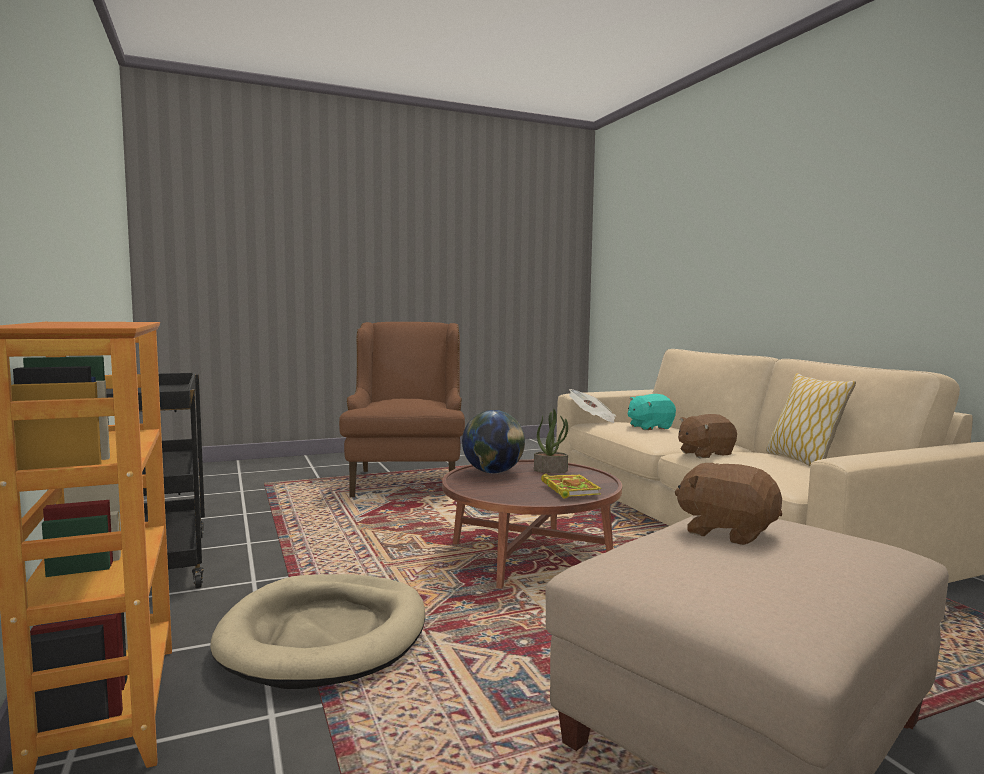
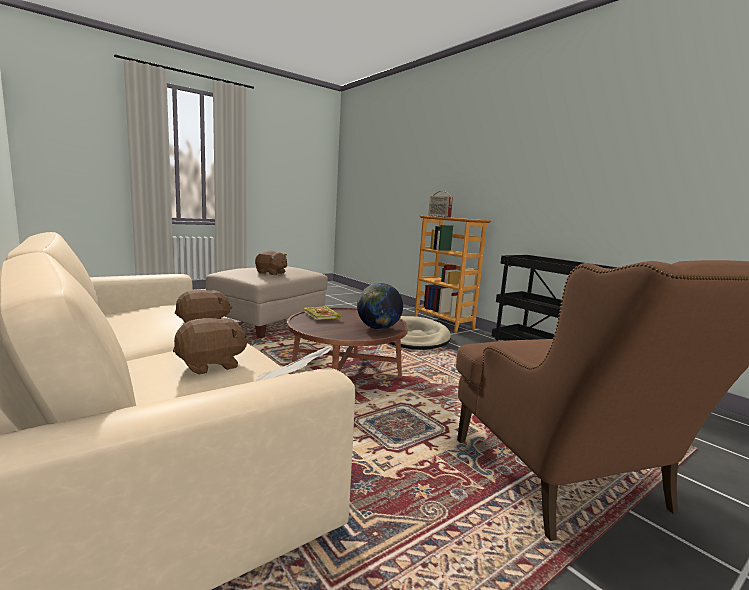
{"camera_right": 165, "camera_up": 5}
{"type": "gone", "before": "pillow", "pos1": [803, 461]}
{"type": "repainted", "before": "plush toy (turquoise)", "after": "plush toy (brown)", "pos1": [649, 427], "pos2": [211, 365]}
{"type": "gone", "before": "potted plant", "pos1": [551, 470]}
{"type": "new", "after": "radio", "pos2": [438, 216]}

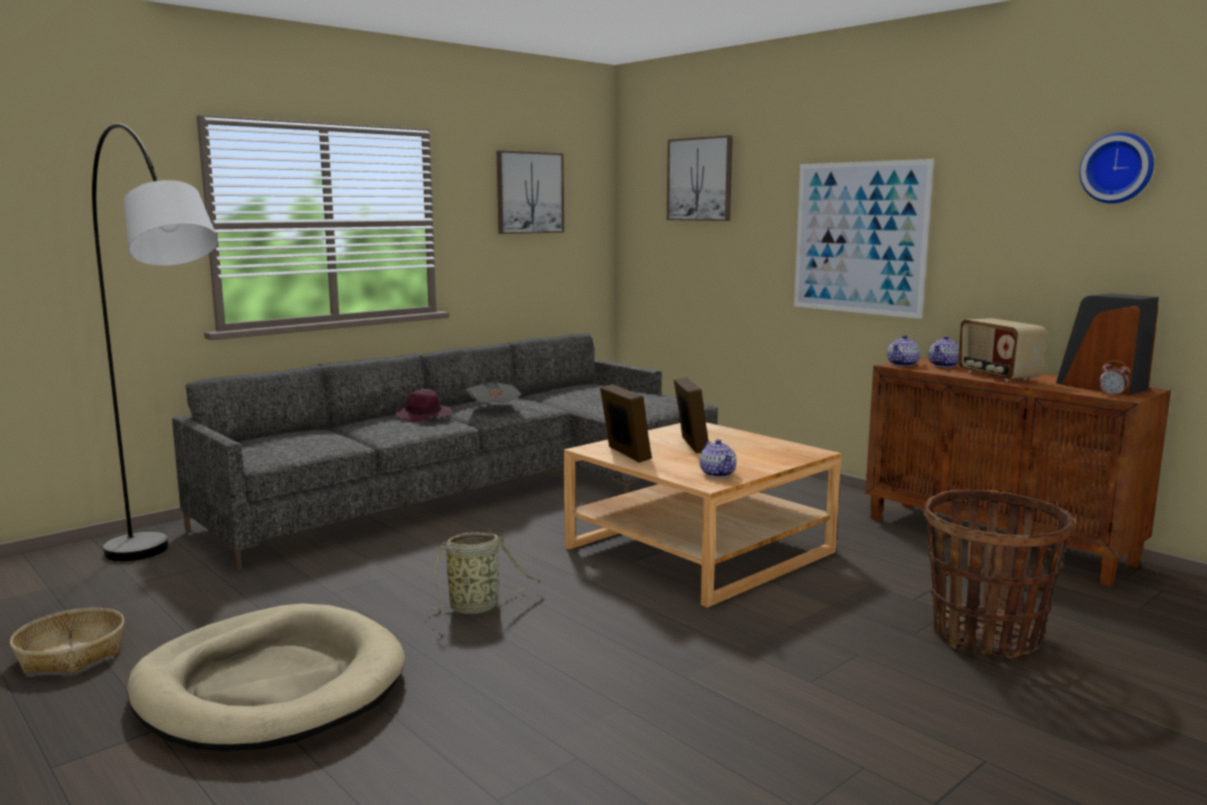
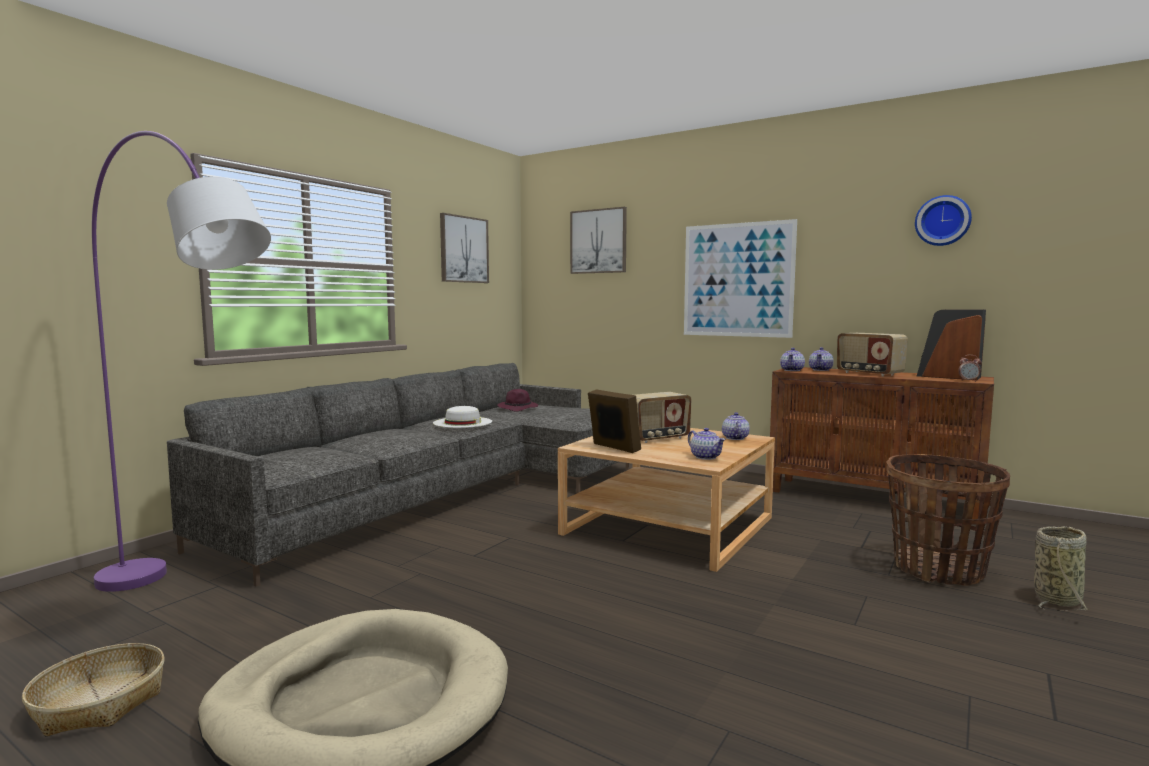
{"camera_right": -15, "camera_up": -5}
{"type": "repainted", "before": "floor lamp (grey)", "after": "floor lamp (purple)", "pos1": [173, 583], "pos2": [189, 607]}
{"type": "swapped", "before": "picture frame", "after": "radio", "pos1": [690, 445], "pos2": [656, 438]}
{"type": "swapped", "before": "newspaper", "after": "hat (white)", "pos1": [495, 408], "pos2": [462, 422]}
{"type": "shifted", "before": "hat (purple)", "pos1": [424, 416], "pos2": [518, 408]}
{"type": "shifted", "before": "basket", "pos1": [477, 607], "pos2": [1058, 599]}
{"type": "new", "after": "teapot", "pos2": [735, 438]}

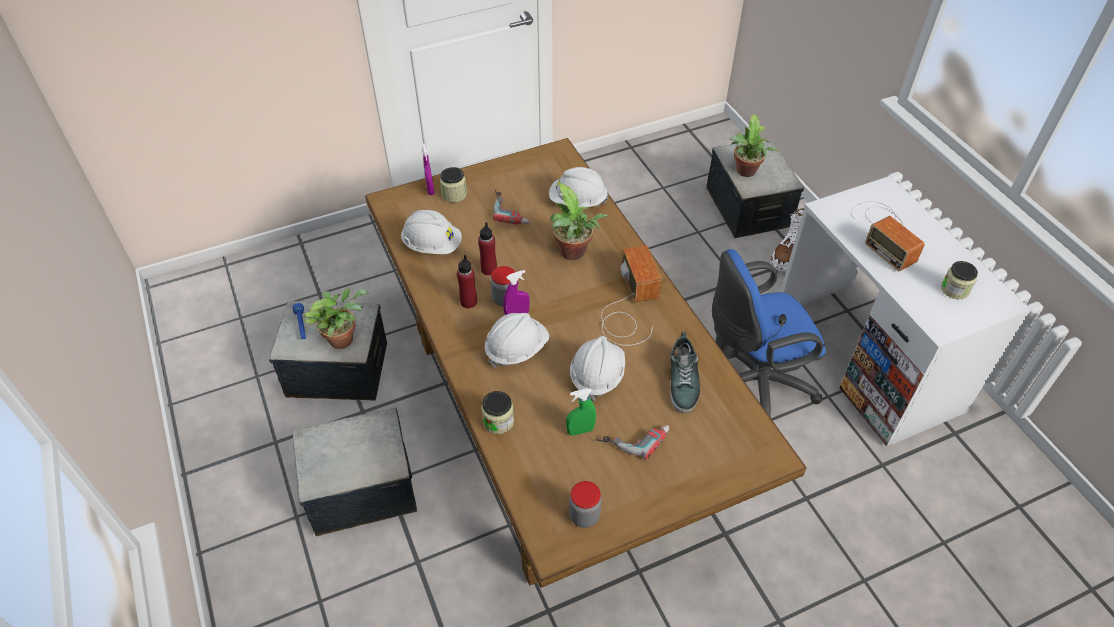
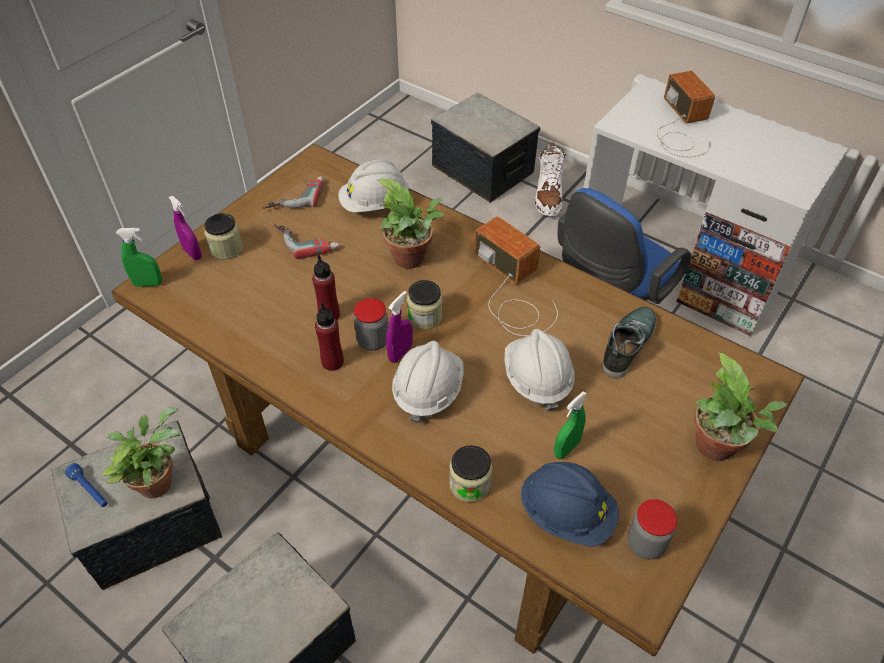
{"camera_right": -30, "camera_up": 0}
{"type": "shifted", "before": "potted plant", "pos1": [745, 172], "pos2": [717, 450]}
{"type": "rotated", "before": "radio", "pos1": [883, 232], "pos2": [681, 127], "turn": -135}
{"type": "gone", "before": "hard hat (white)", "pos1": [432, 245]}
{"type": "shifted", "before": "jar", "pos1": [954, 289], "pos2": [425, 317]}
{"type": "rotated", "before": "shoe", "pos1": [683, 382], "pos2": [627, 344], "turn": -120}
{"type": "shifted", "before": "power drill", "pos1": [633, 436], "pos2": [295, 196]}
{"type": "new", "after": "spray bottle (green)", "pos2": [148, 284]}
{"type": "new", "after": "hard hat (blue)", "pos2": [566, 514]}

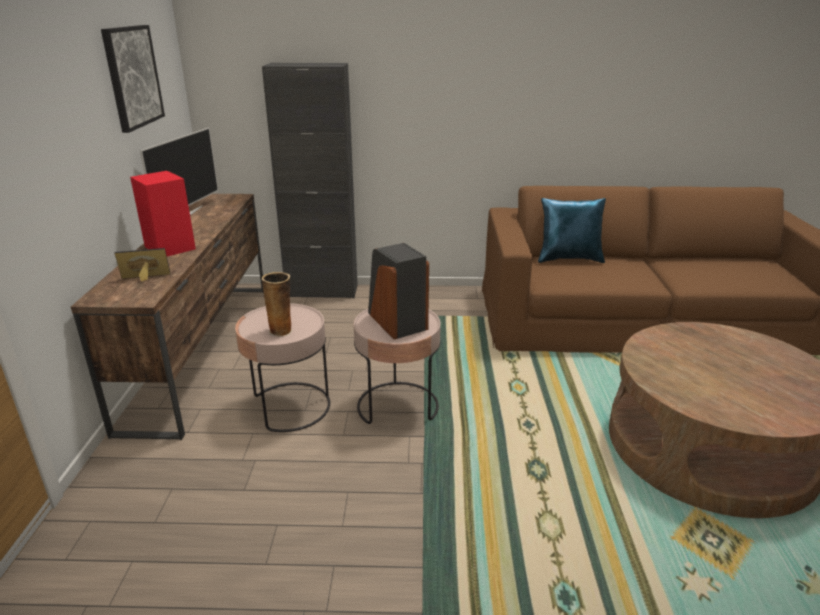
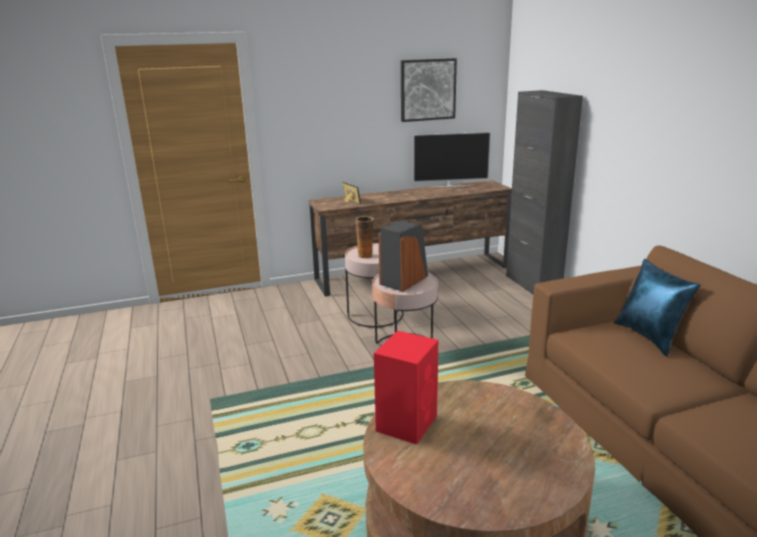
{"camera_right": 70, "camera_up": -5}
{"type": "shifted", "before": "speaker (red)", "pos1": [169, 247], "pos2": [407, 422]}

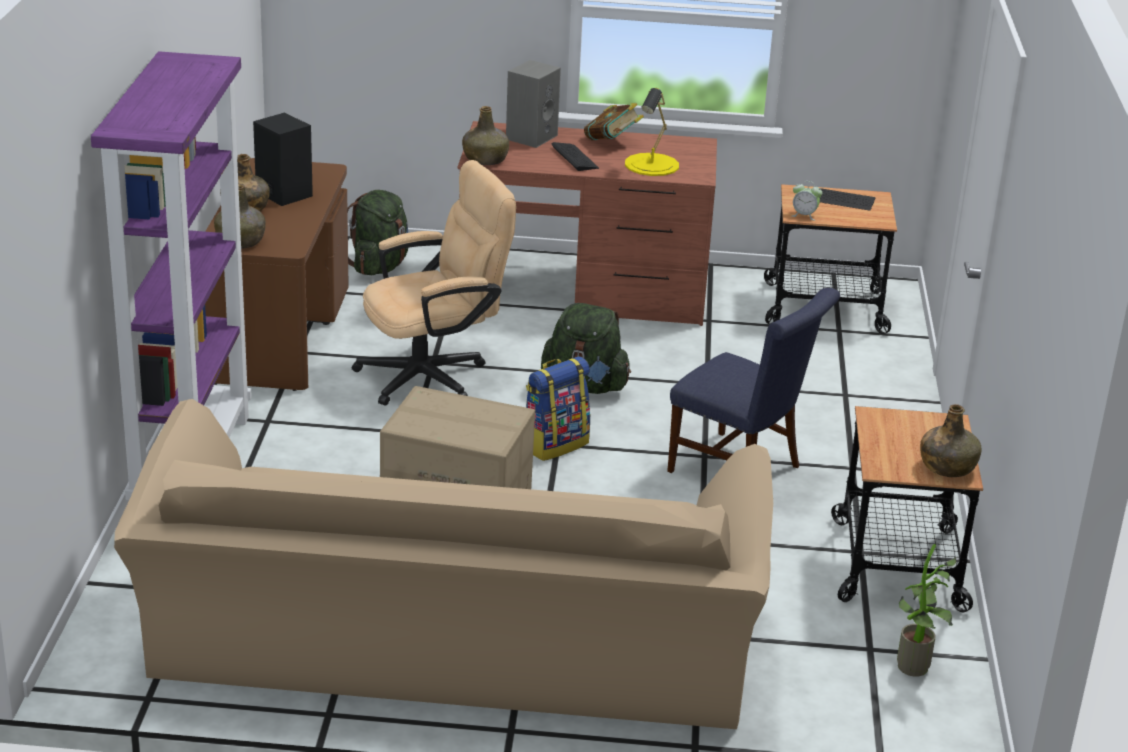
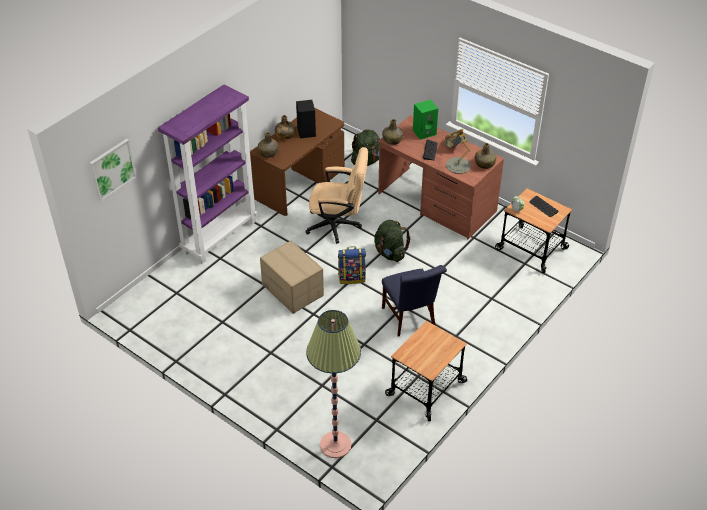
{"camera_right": 35, "camera_up": 15}
{"type": "repainted", "before": "speaker (grey)", "after": "speaker (green)", "pos1": [531, 136], "pos2": [424, 132]}
{"type": "repainted", "before": "table lamp (yellow)", "after": "table lamp (grey)", "pos1": [652, 165], "pos2": [458, 165]}
{"type": "gone", "before": "sofa (beige)", "pos1": [451, 649]}
{"type": "shifted", "before": "bottle (green)", "pos1": [947, 467], "pos2": [484, 164]}
{"type": "gone", "before": "potted plant", "pos1": [916, 669]}
{"type": "new", "after": "picture", "pos2": [112, 169]}
{"type": "new", "after": "floor lamp", "pos2": [335, 445]}

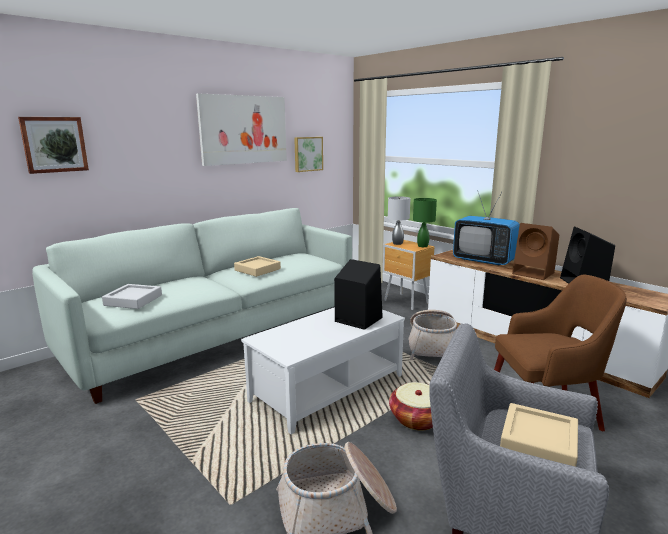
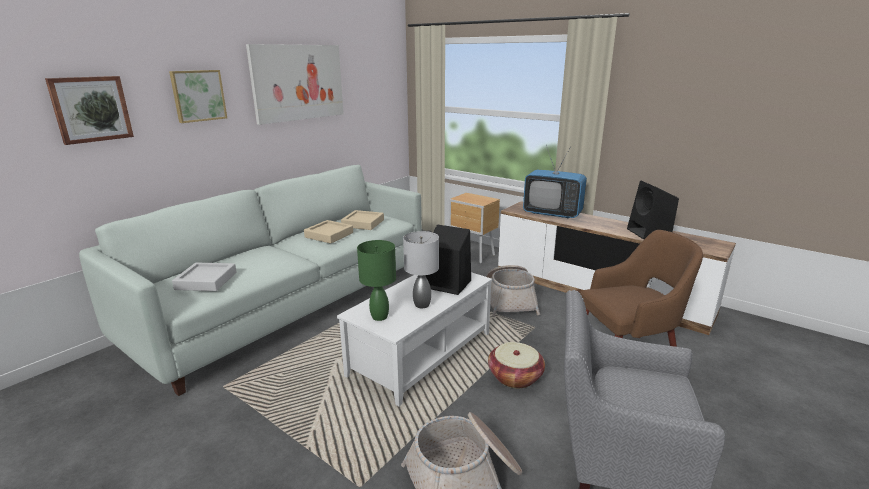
{"camera_right": -10, "camera_up": 5}
{"type": "shifted", "before": "picture", "pos1": [307, 154], "pos2": [198, 95]}
{"type": "shifted", "before": "table lamp (grey)", "pos1": [397, 243], "pos2": [422, 305]}
{"type": "shifted", "before": "table lamp (green)", "pos1": [422, 246], "pos2": [379, 317]}
{"type": "gone", "before": "speaker (brown)", "pos1": [534, 273]}
{"type": "shifted", "before": "tray (beige)", "pos1": [538, 441], "pos2": [363, 223]}

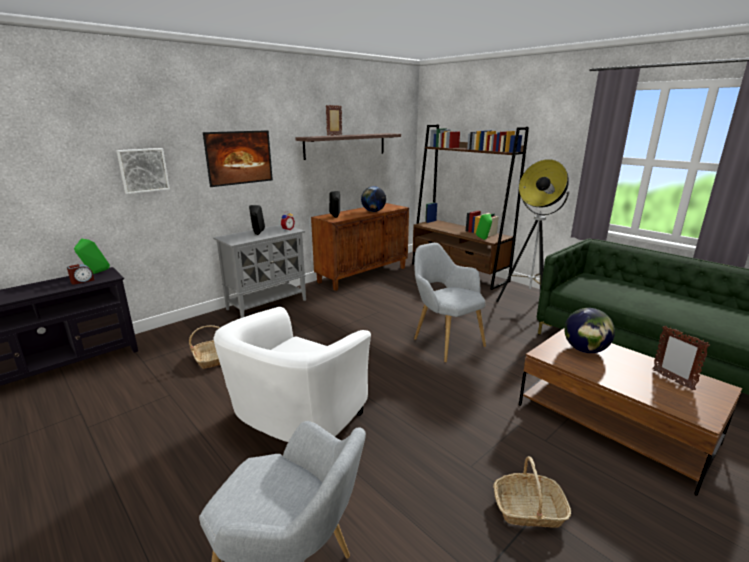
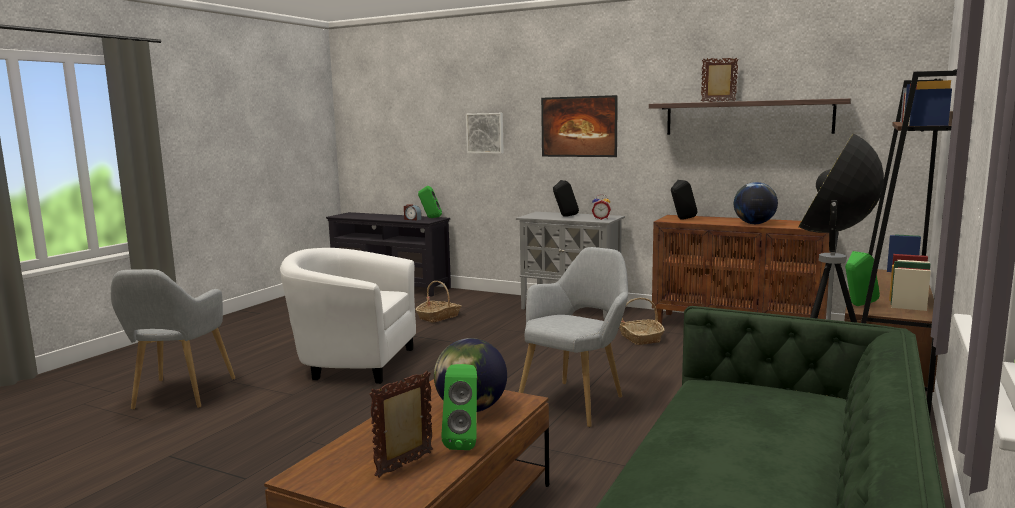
{"camera_right": 70, "camera_up": -10}
{"type": "shifted", "before": "basket", "pos1": [528, 510], "pos2": [640, 338]}
{"type": "new", "after": "speaker (green)", "pos2": [464, 442]}

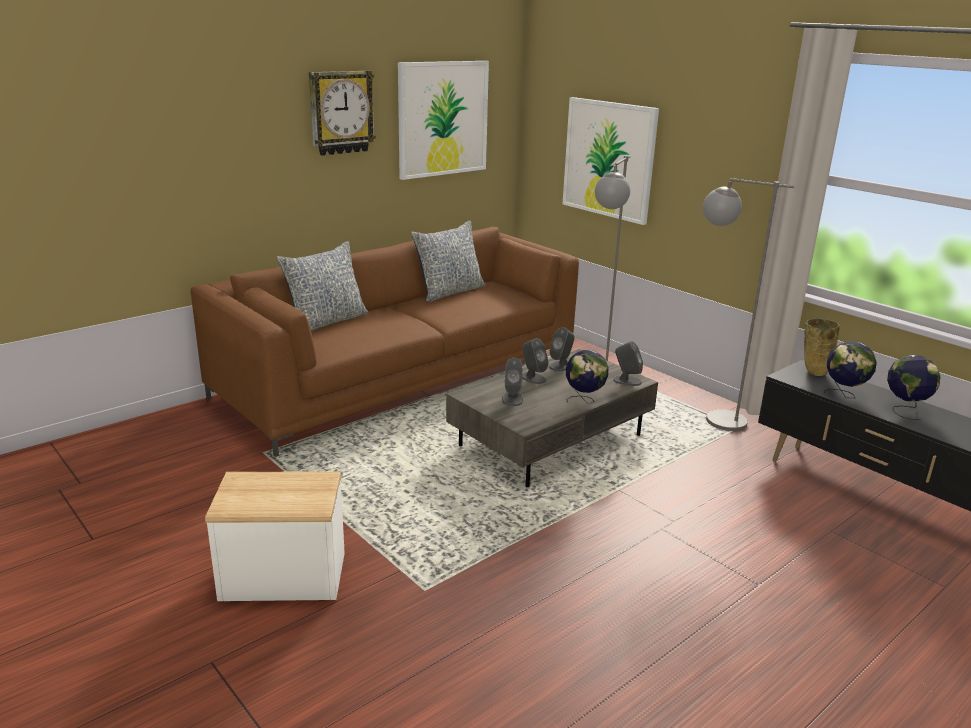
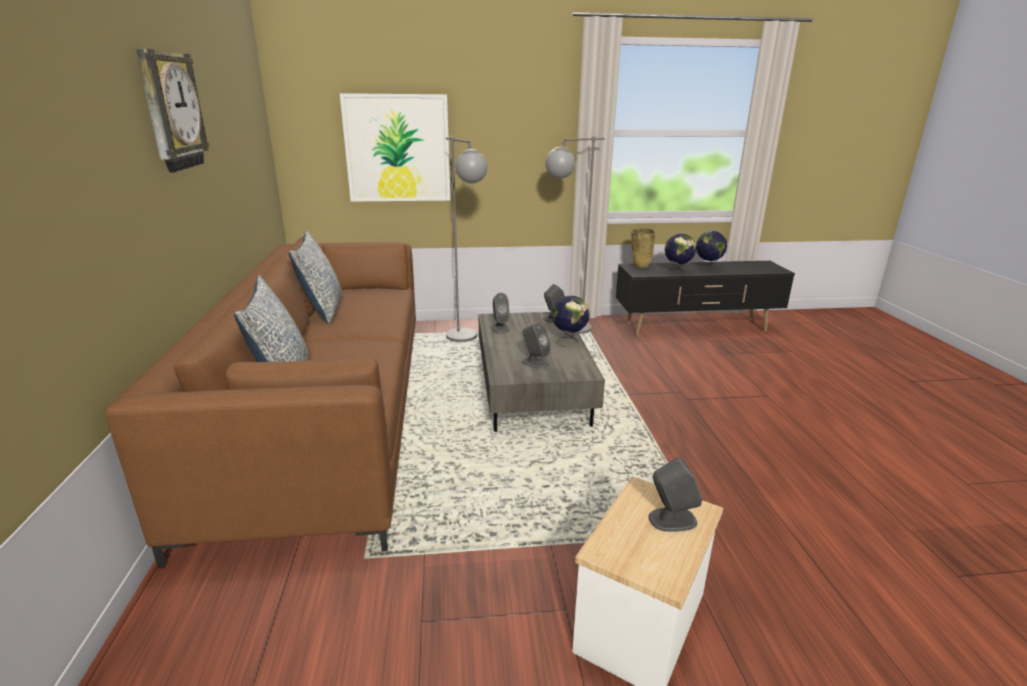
{"camera_right": -55, "camera_up": 0}
{"type": "gone", "before": "picture", "pos1": [443, 119]}
{"type": "shifted", "before": "speaker (grey)", "pos1": [533, 378], "pos2": [671, 520]}

